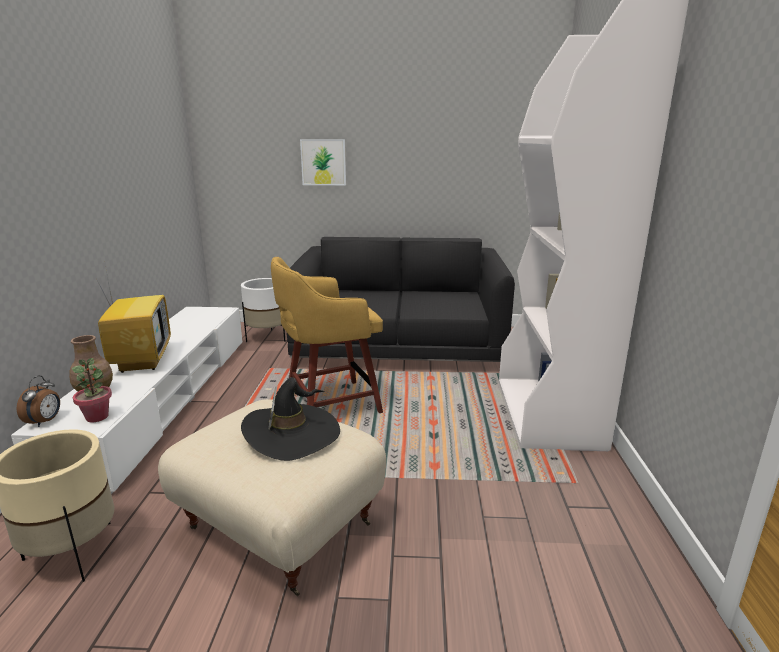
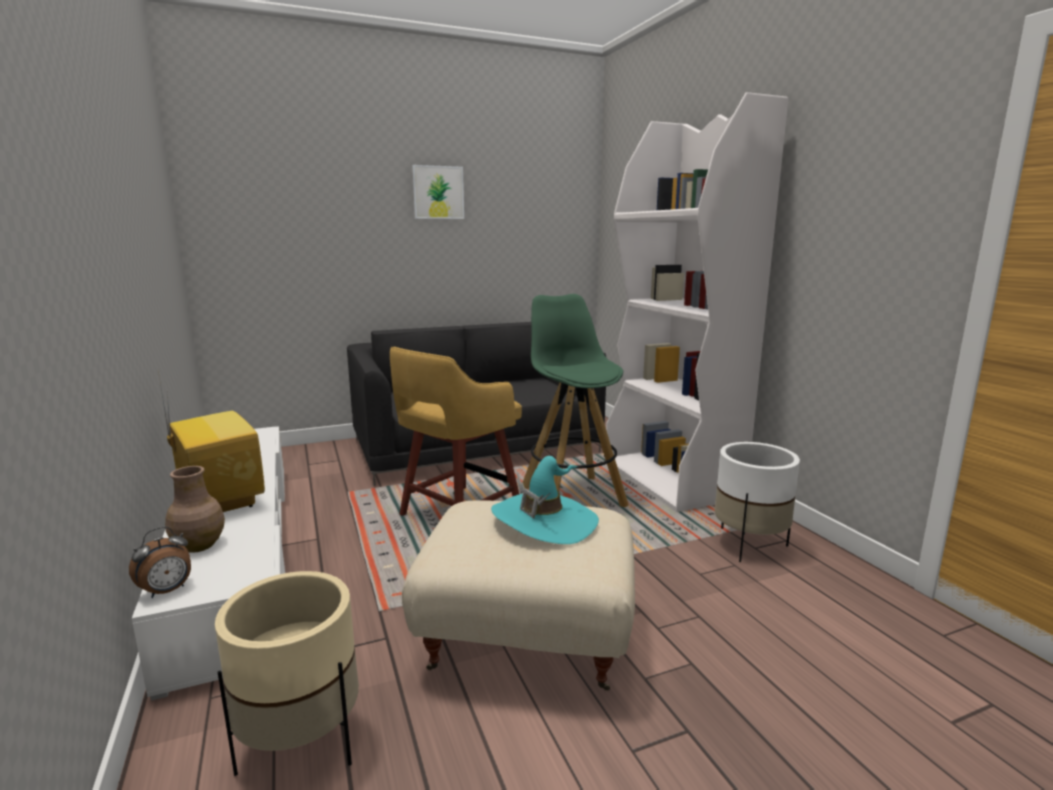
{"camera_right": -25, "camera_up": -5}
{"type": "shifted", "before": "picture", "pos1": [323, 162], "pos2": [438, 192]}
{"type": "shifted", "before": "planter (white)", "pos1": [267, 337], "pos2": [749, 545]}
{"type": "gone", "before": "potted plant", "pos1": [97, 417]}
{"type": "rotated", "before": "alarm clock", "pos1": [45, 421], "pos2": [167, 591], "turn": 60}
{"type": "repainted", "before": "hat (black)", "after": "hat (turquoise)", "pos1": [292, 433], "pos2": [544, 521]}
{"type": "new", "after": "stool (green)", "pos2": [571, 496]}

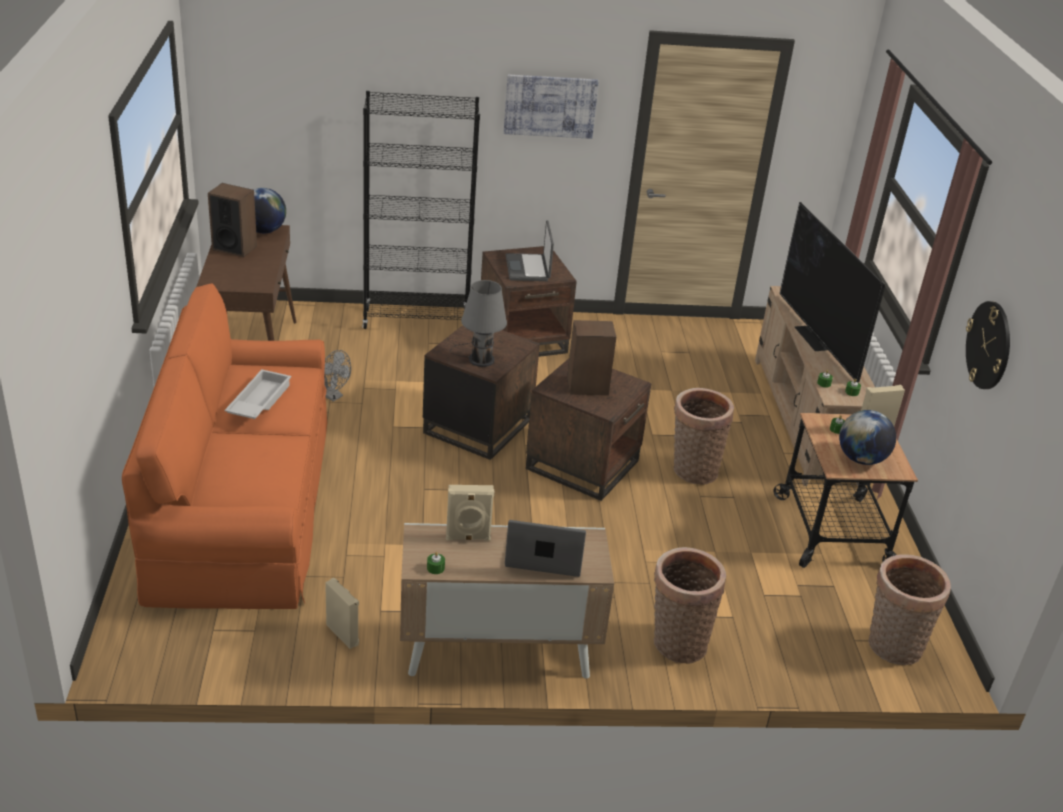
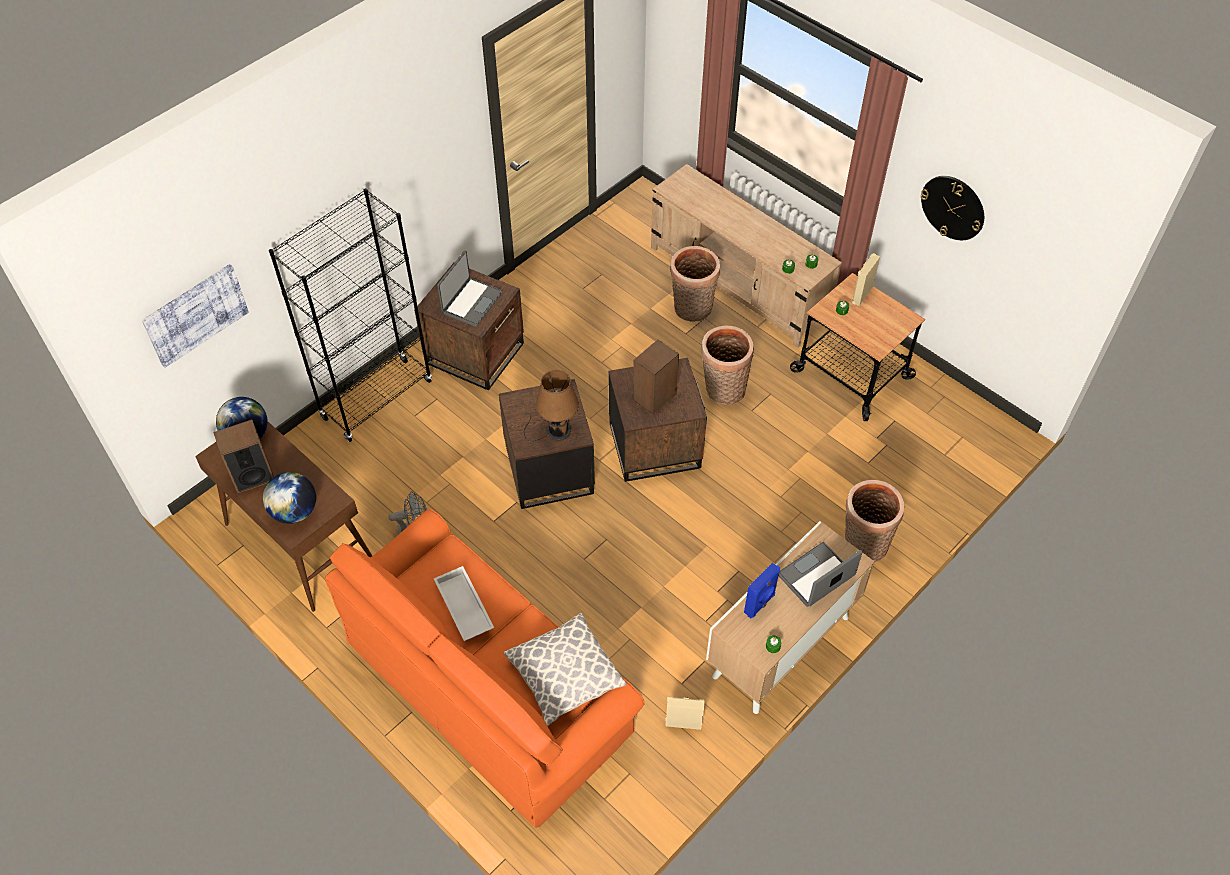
{"camera_right": -40, "camera_up": 20}
{"type": "shifted", "before": "picture", "pos1": [550, 106], "pos2": [195, 314]}
{"type": "gone", "before": "television", "pos1": [817, 338]}
{"type": "rotated", "before": "laptop", "pos1": [528, 268], "pos2": [471, 302], "turn": -105}
{"type": "repainted", "before": "table lamp (grey)", "after": "table lamp (brown)", "pos1": [479, 358], "pos2": [555, 430]}
{"type": "shifted", "before": "globe", "pos1": [861, 459], "pos2": [294, 511]}
{"type": "repainted", "before": "speaker (beige)", "after": "speaker (blue)", "pos1": [468, 538], "pos2": [760, 604]}
{"type": "shifted", "before": "basket", "pos1": [891, 647], "pos2": [692, 310]}
{"type": "new", "after": "pillow", "pos2": [565, 676]}

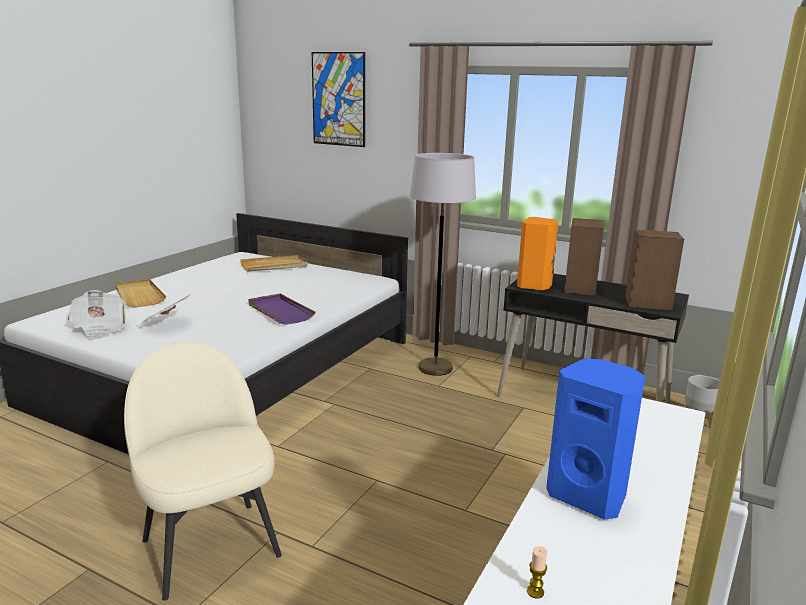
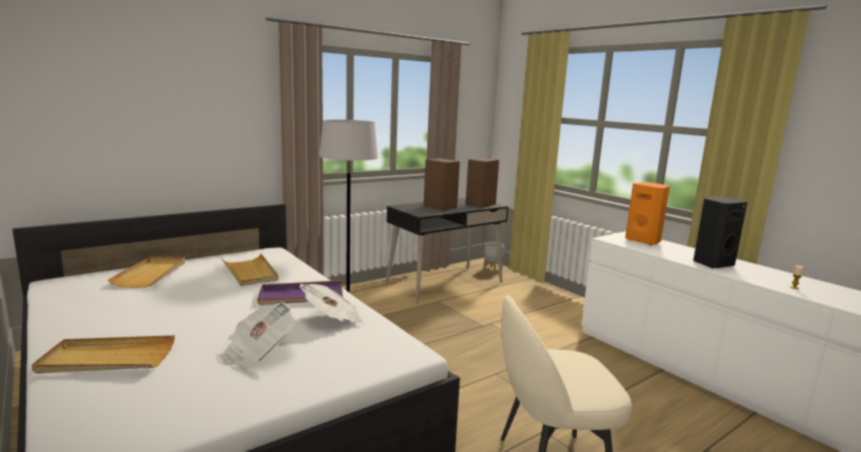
{"camera_right": -65, "camera_up": -5}
{"type": "gone", "before": "picture", "pos1": [338, 99]}
{"type": "shifted", "before": "speaker (orange)", "pos1": [534, 286], "pos2": [644, 241]}
{"type": "shifted", "before": "newspaper", "pos1": [100, 329], "pos2": [333, 319]}
{"type": "repainted", "before": "speaker (blue)", "after": "speaker (black)", "pos1": [588, 495], "pos2": [711, 263]}
{"type": "new", "after": "tray (beige)", "pos2": [250, 272]}

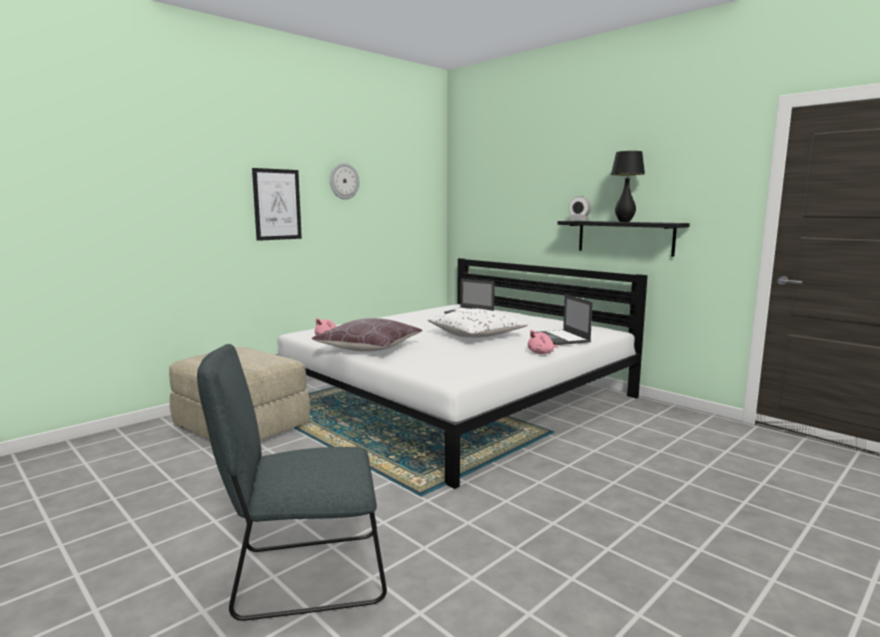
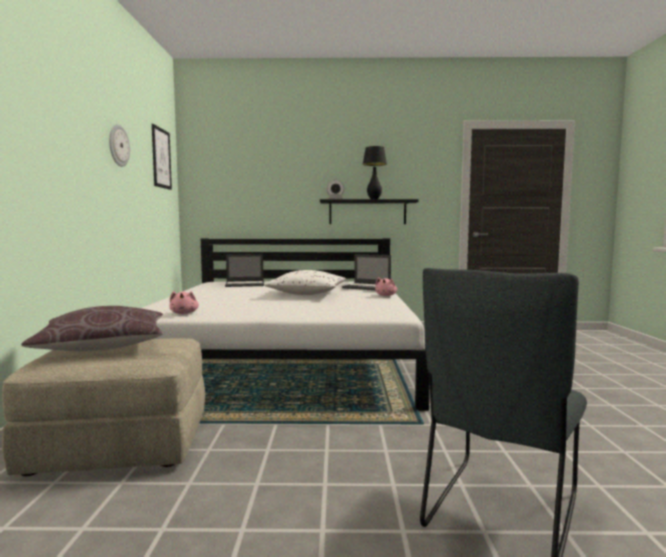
{"camera_right": -45, "camera_up": -5}
{"type": "shifted", "before": "picture", "pos1": [277, 204], "pos2": [161, 158]}
{"type": "shifted", "before": "pillow (brown)", "pos1": [369, 348], "pos2": [104, 346]}

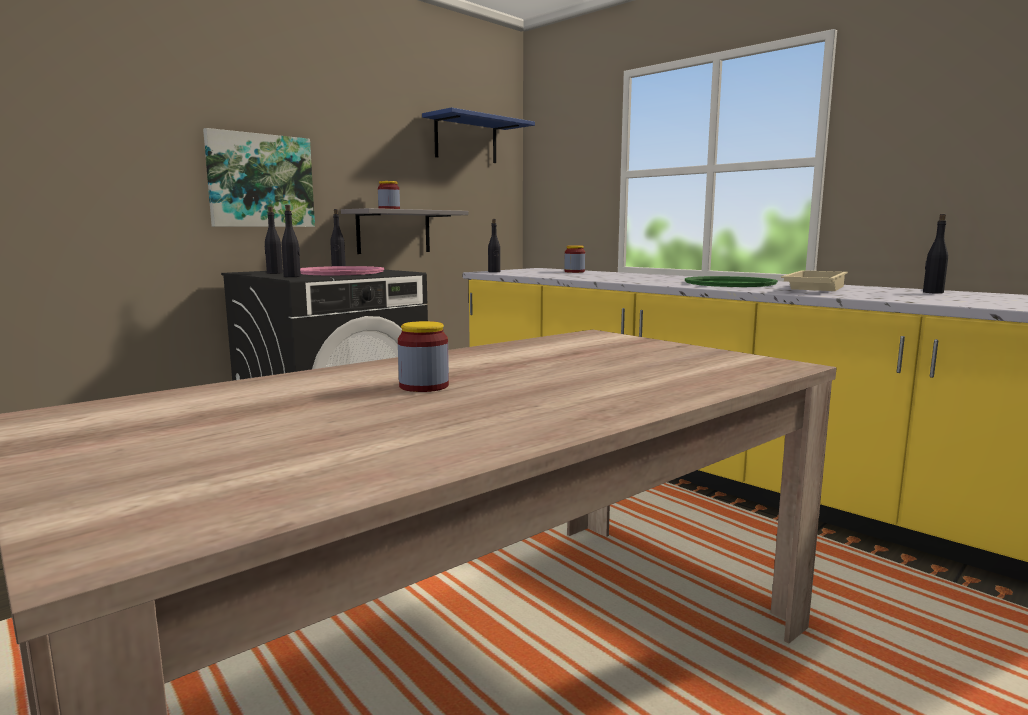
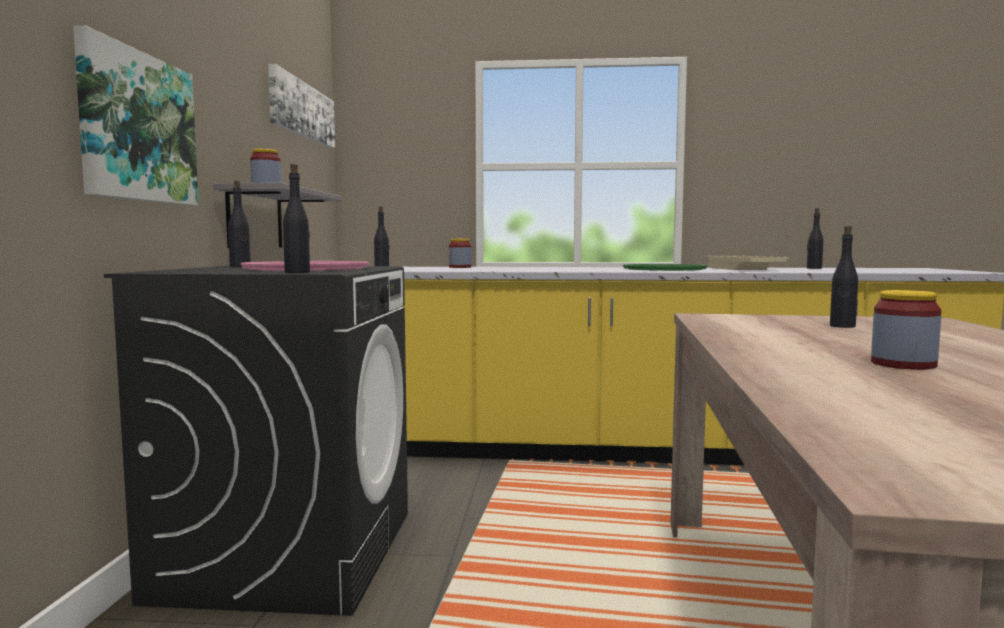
{"camera_right": -40, "camera_up": -5}
{"type": "swapped", "before": "shelf (blue)", "after": "picture", "pos1": [466, 140], "pos2": [301, 111]}
{"type": "shifted", "before": "bottle (black)", "pos1": [274, 273], "pos2": [842, 326]}

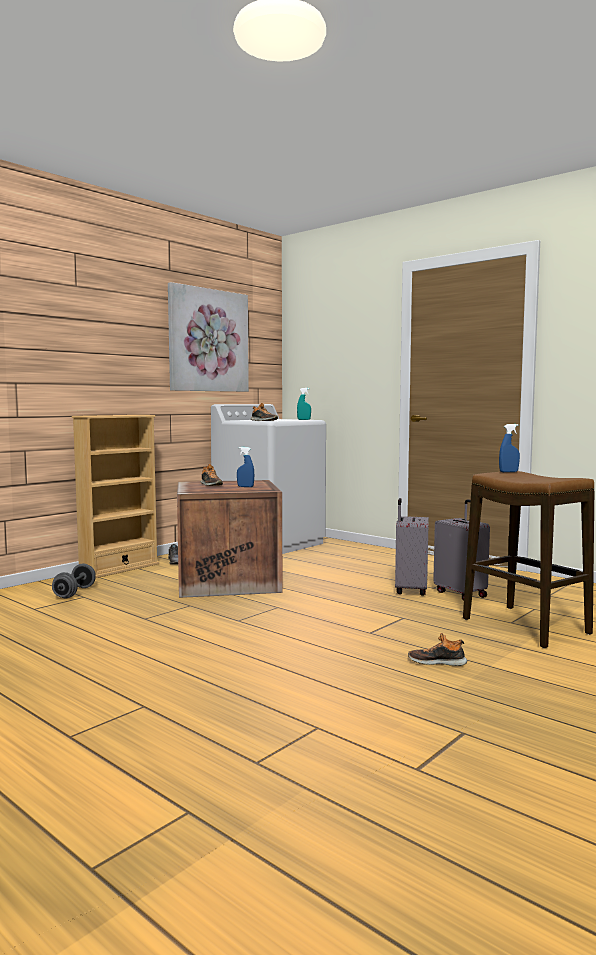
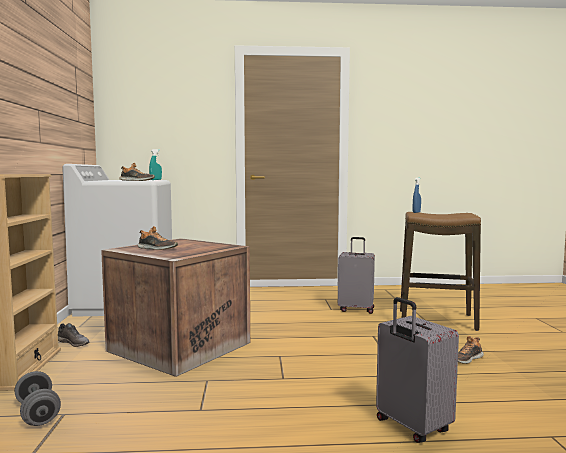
{"camera_right": -45, "camera_up": 0}
{"type": "gone", "before": "picture", "pos1": [208, 340]}
{"type": "gone", "before": "spray bottle (blue)", "pos1": [245, 486]}
{"type": "shifted", "before": "suitcase (grey)", "pos1": [409, 590], "pos2": [411, 427]}

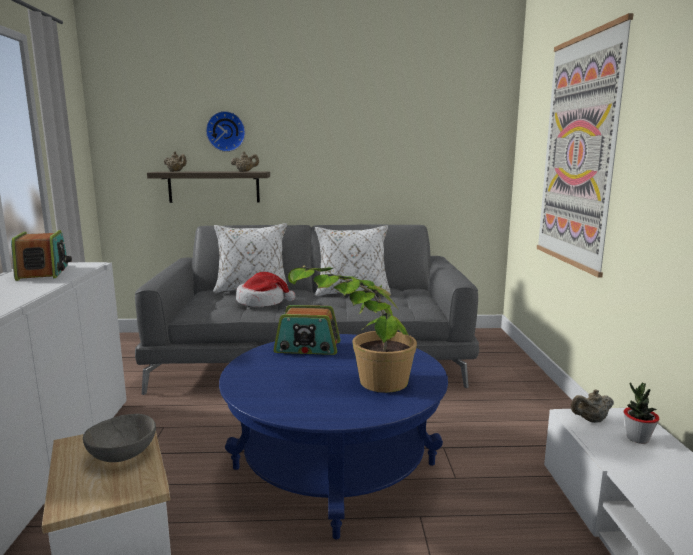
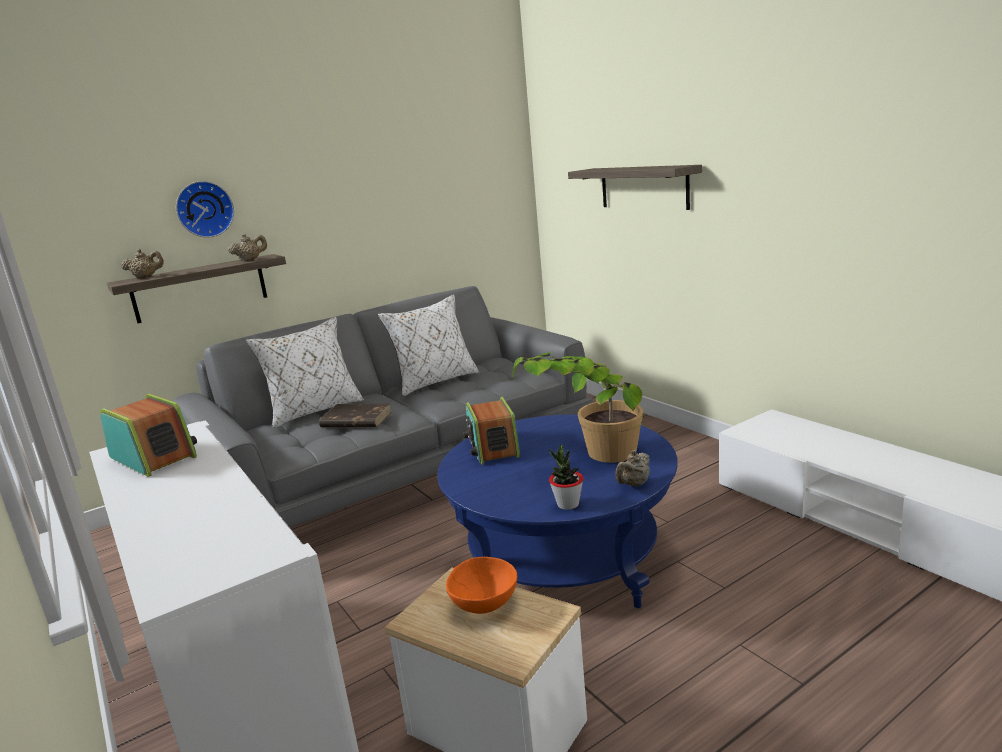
{"camera_right": -30, "camera_up": 5}
{"type": "swapped", "before": "picture", "after": "shelf", "pos1": [578, 152], "pos2": [643, 187]}
{"type": "swapped", "before": "hat", "after": "book (brown)", "pos1": [262, 302], "pos2": [355, 420]}
{"type": "rotated", "before": "radio", "pos1": [307, 347], "pos2": [492, 448], "turn": 105}
{"type": "shifted", "before": "potted plant", "pos1": [637, 438], "pos2": [567, 504]}
{"type": "shifted", "before": "teapot (beige)", "pos1": [591, 420], "pos2": [634, 484]}
{"type": "repainted", "before": "bowl (grey)", "after": "bowl (orange)", "pos1": [122, 455], "pos2": [484, 604]}

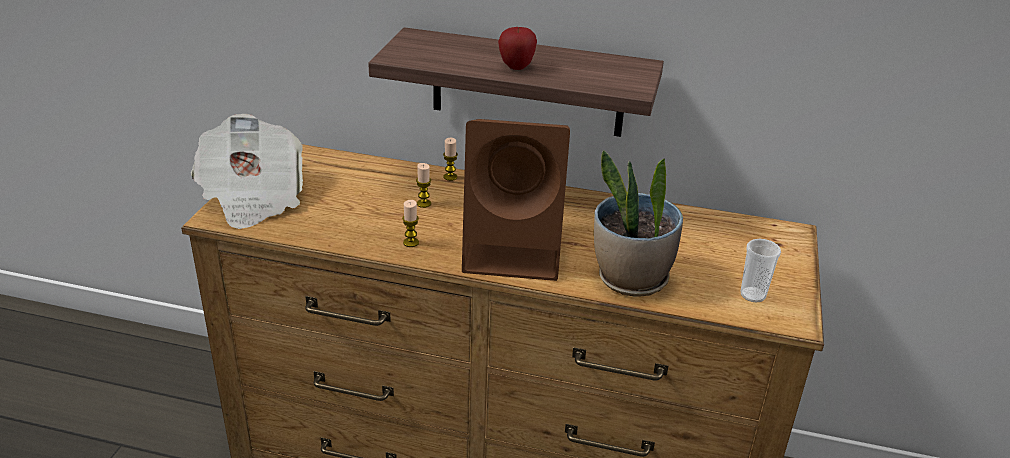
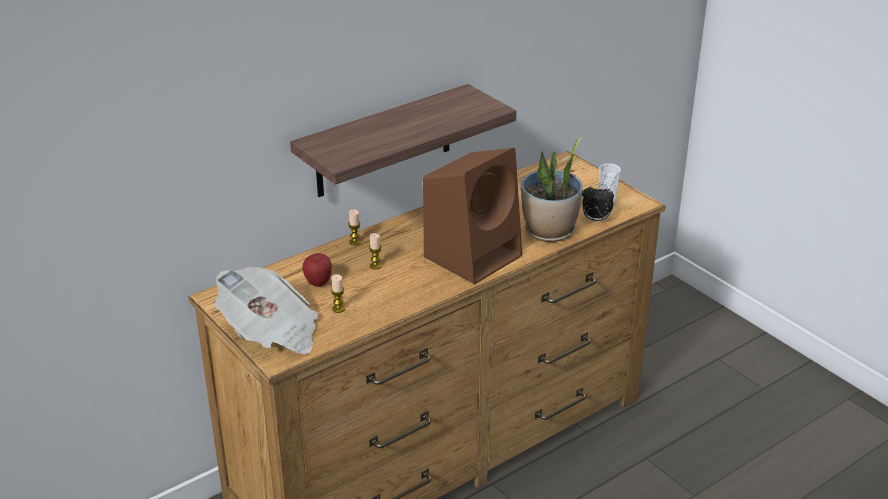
{"camera_right": -50, "camera_up": 0}
{"type": "shifted", "before": "apple", "pos1": [516, 67], "pos2": [318, 283]}
{"type": "shifted", "before": "candle", "pos1": [411, 242], "pos2": [338, 309]}
{"type": "new", "after": "alarm clock", "pos2": [595, 220]}

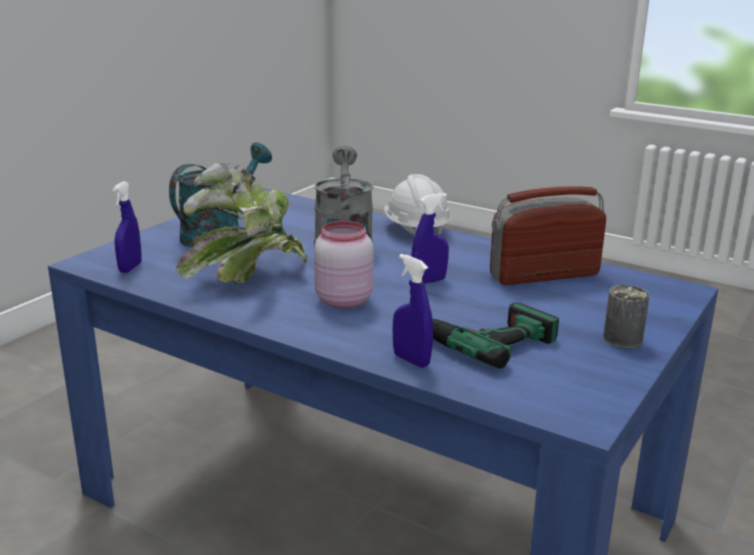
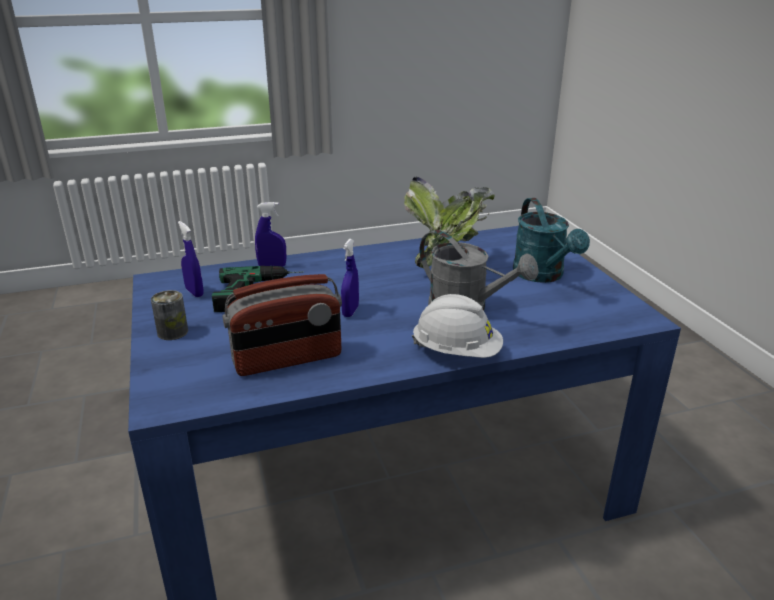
{"camera_right": 130, "camera_up": 5}
{"type": "shifted", "before": "spray bottle (blue)", "pos1": [130, 268], "pos2": [194, 292]}
{"type": "rotated", "before": "radio", "pos1": [543, 275], "pos2": [288, 360], "turn": 45}
{"type": "gone", "before": "jar (pink)", "pos1": [342, 300]}

